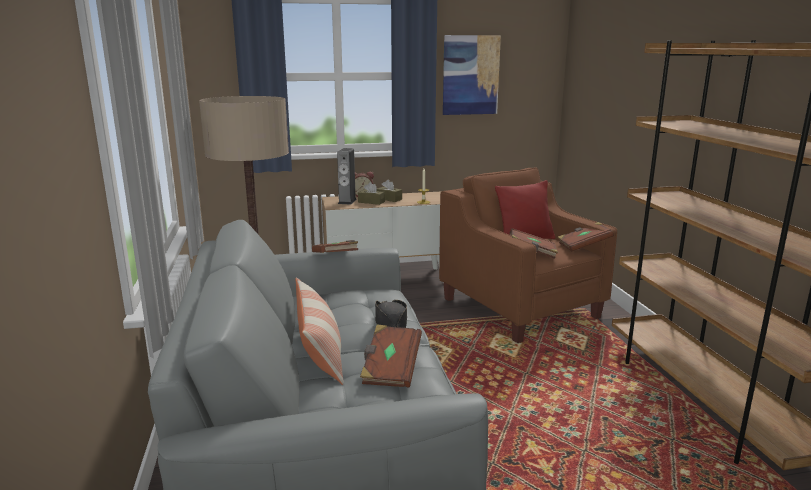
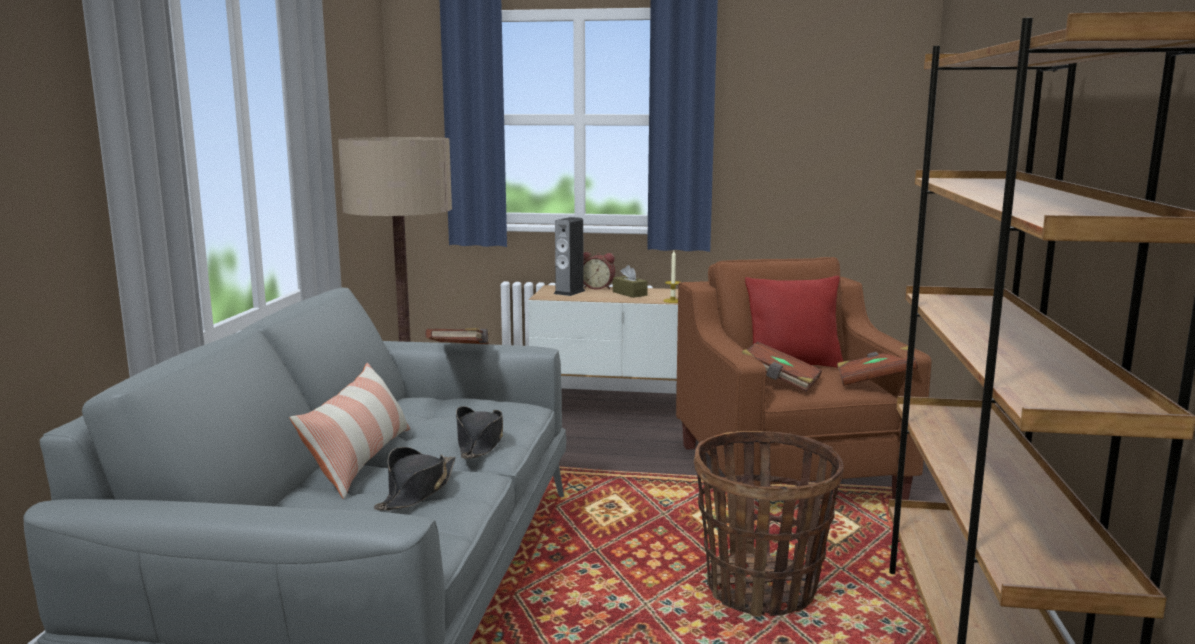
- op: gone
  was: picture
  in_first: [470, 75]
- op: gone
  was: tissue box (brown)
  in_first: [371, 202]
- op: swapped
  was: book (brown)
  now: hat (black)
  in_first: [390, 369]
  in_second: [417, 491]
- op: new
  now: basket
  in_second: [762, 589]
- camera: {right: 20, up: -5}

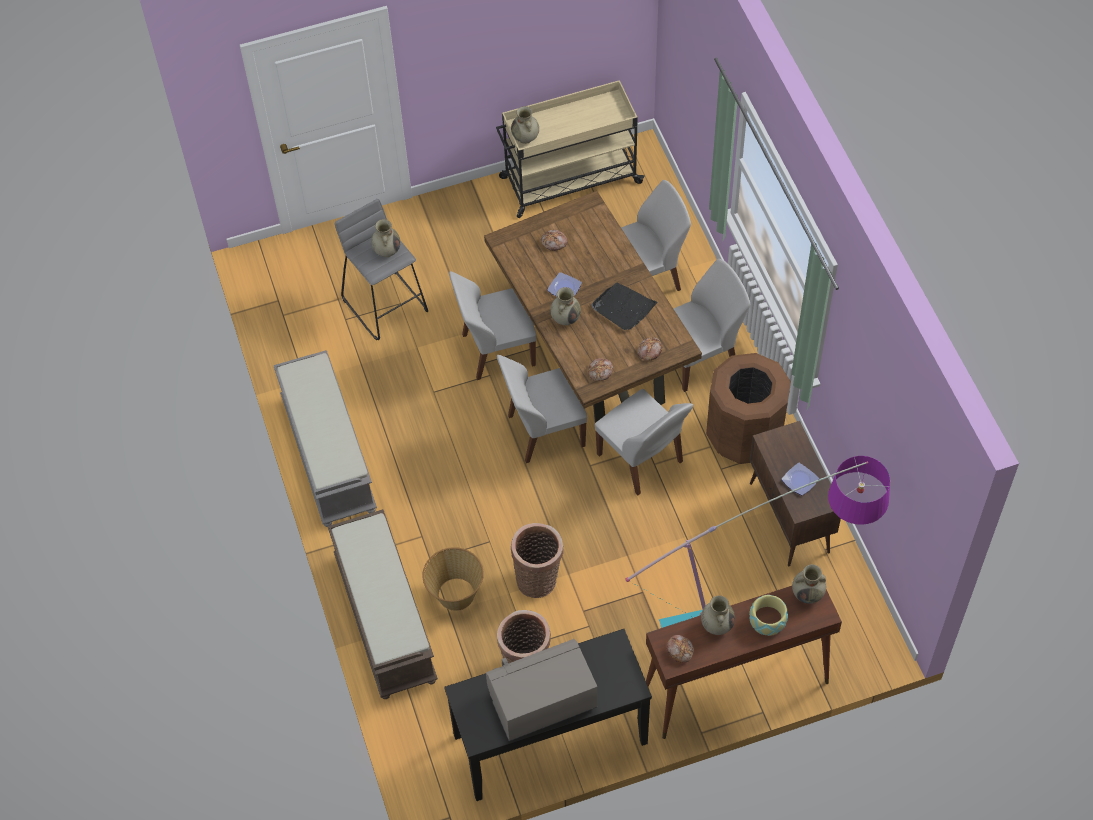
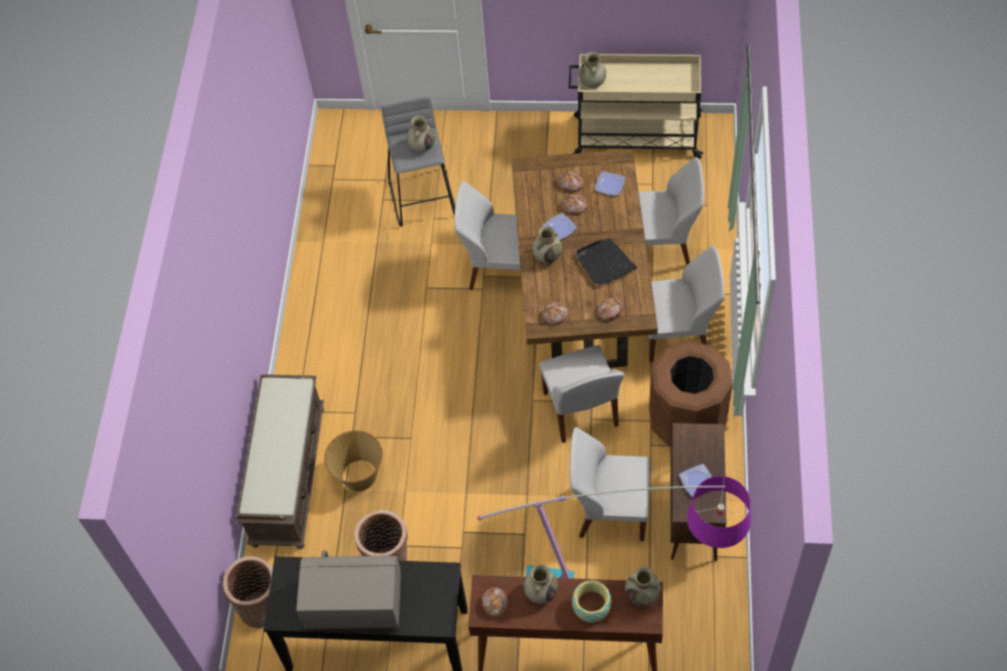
- op: gone
  was: bench (grey)
  in_first: [327, 455]
- op: shifted
  was: chair (white)
  in_first: [543, 431]
  in_second: [609, 511]
- op: shifted
  was: basket
  in_first: [538, 578]
  in_second: [262, 608]
- op: new
  now: plate
  in_second: [609, 185]
- op: new
  now: bread
  in_second: [574, 207]
- camera: {right: 25, up: 0}

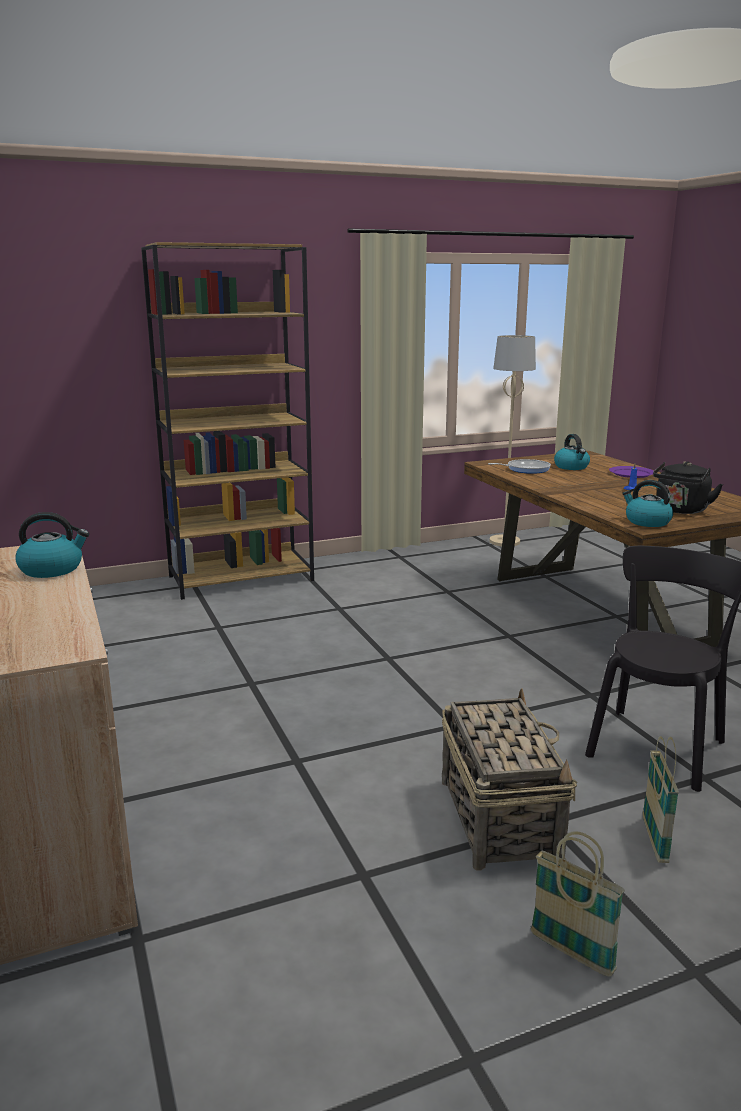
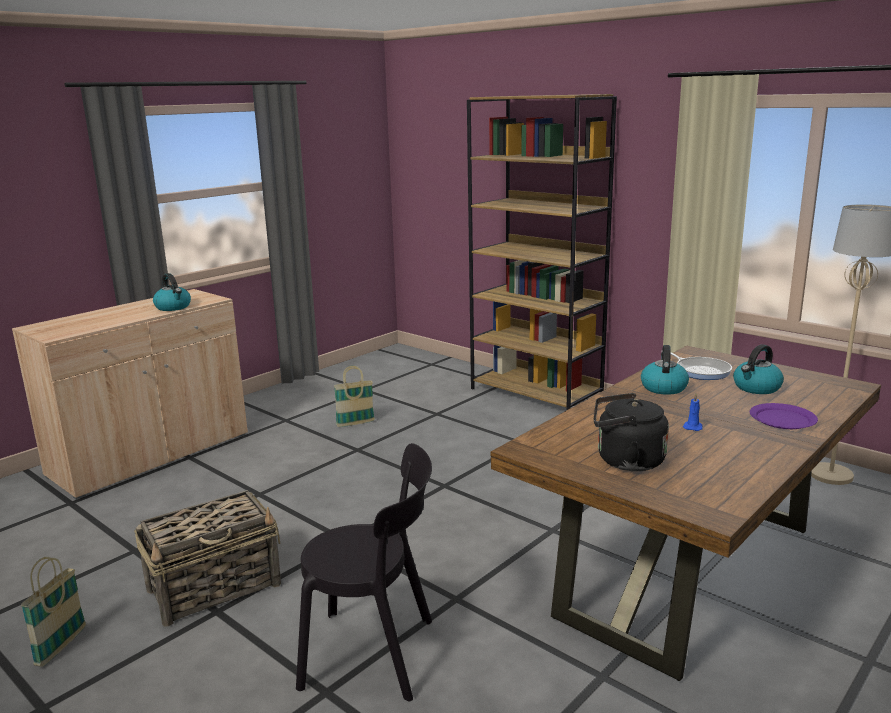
- op: shifted
  was: kettle
  in_first: [646, 522]
  in_second: [663, 387]
- op: shifted
  was: basket
  in_first: [654, 840]
  in_second: [355, 423]
- camera: {right: 65, up: 0}

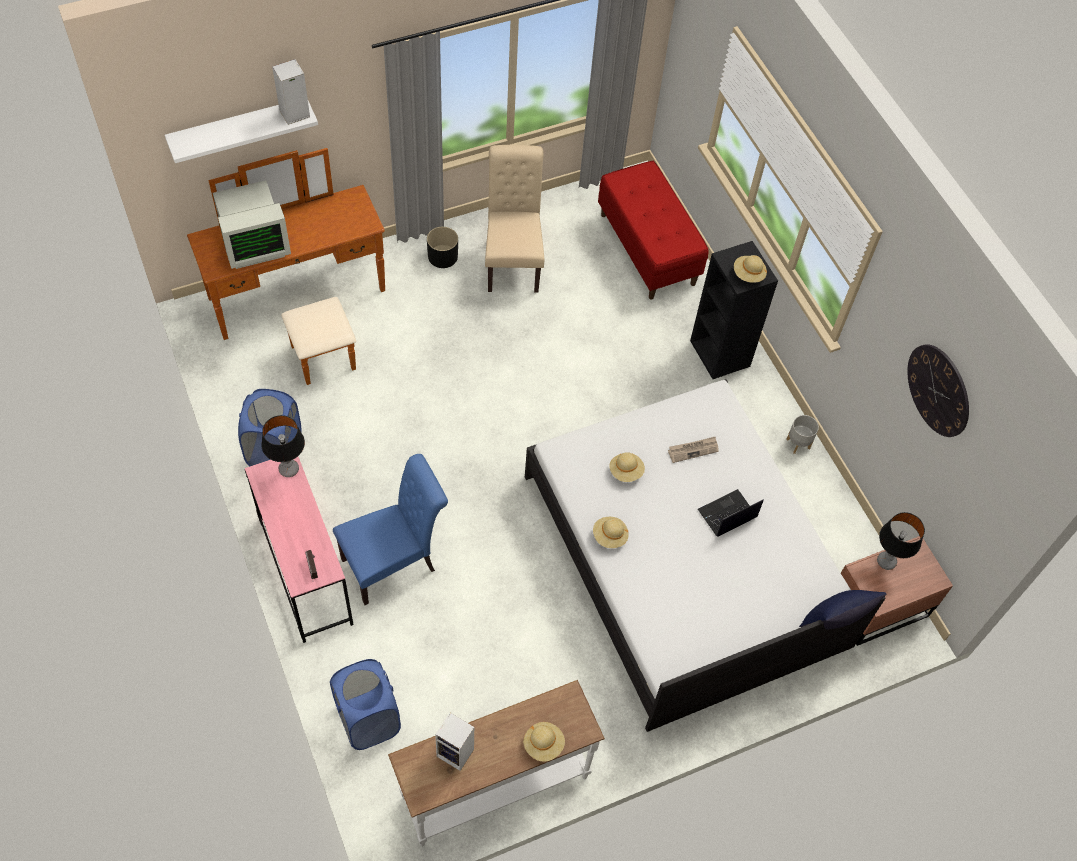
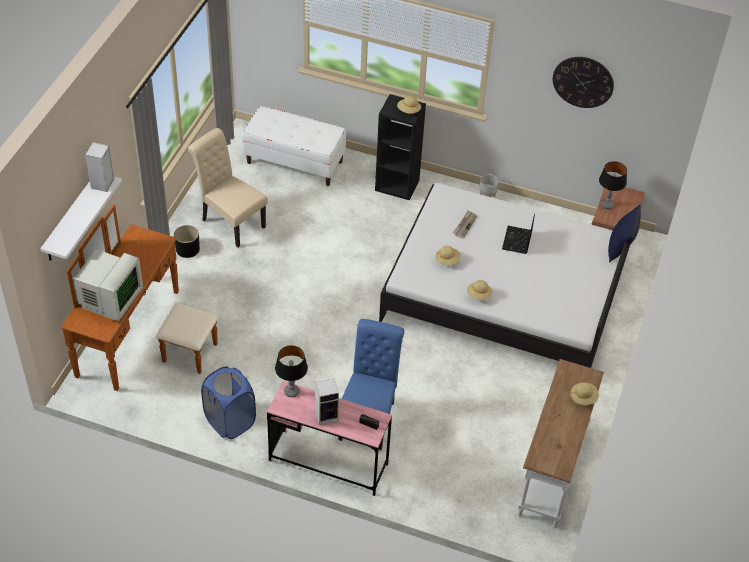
- op: repainted
  was: bench (red)
  now: bench (white)
  in_first: [648, 249]
  in_second: [295, 162]
- op: gone
  was: laundry basket (blue)
  in_first: [368, 719]
- op: shifted
  was: speaker
  in_first: [456, 753]
  in_second: [327, 415]
- camera: {right: -45, up: -10}

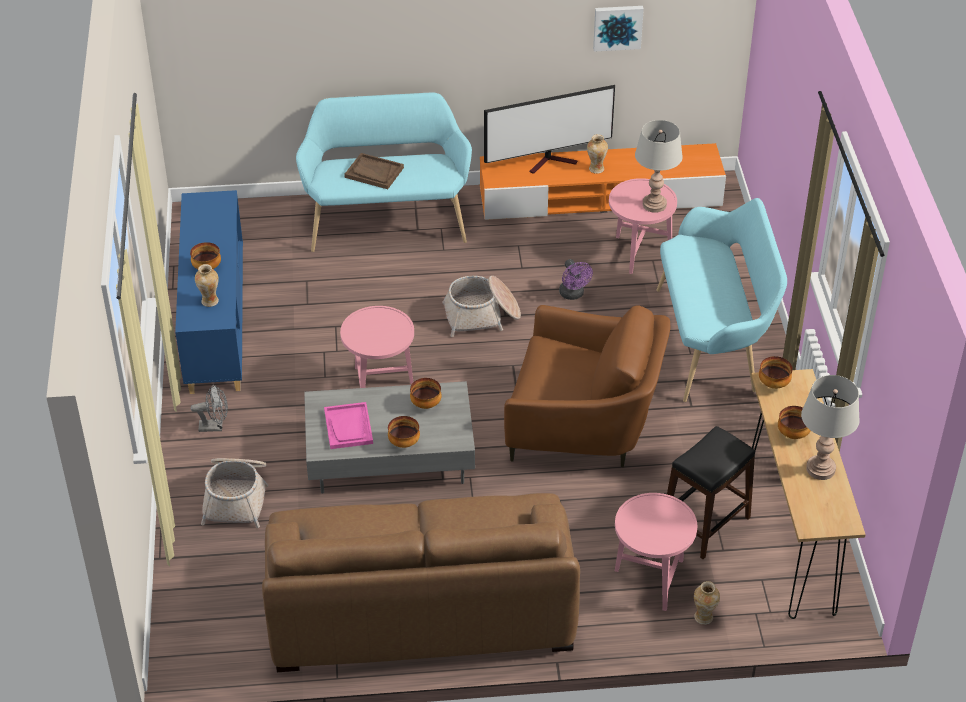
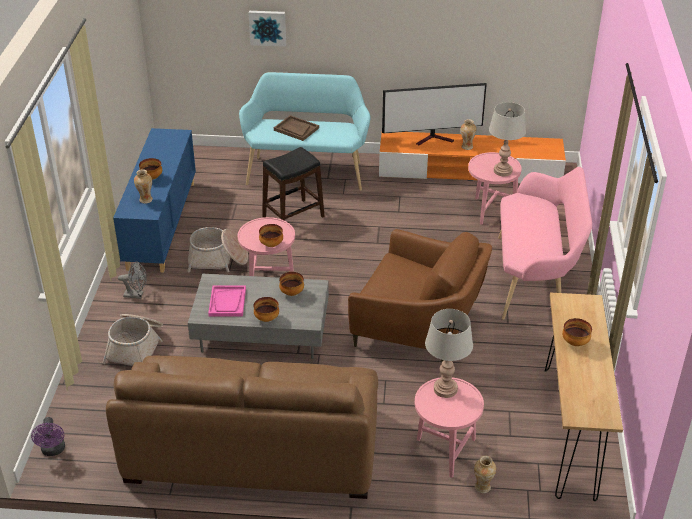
- op: shifted
  was: picture
  in_first: [617, 27]
  in_second: [267, 27]
- op: repainted
  was: bench (turquoise)
  now: bench (pink)
  in_first: [713, 341]
  in_second: [535, 278]
- op: shifted
  was: fan (purple)
  in_first: [573, 295]
  in_second: [53, 451]
- op: shifted
  was: basket
  in_first: [482, 316]
  in_second: [218, 260]
- op: shifted
  was: bowl
  in_first: [773, 384]
  in_second: [271, 244]
- op: shifted
  was: table lamp (grey)
  in_first: [820, 469]
  in_second: [445, 389]
- op: shifted
  was: stool (black)
  in_first: [704, 524]
  in_second: [293, 216]
- camera: {right: 10, up: -5}

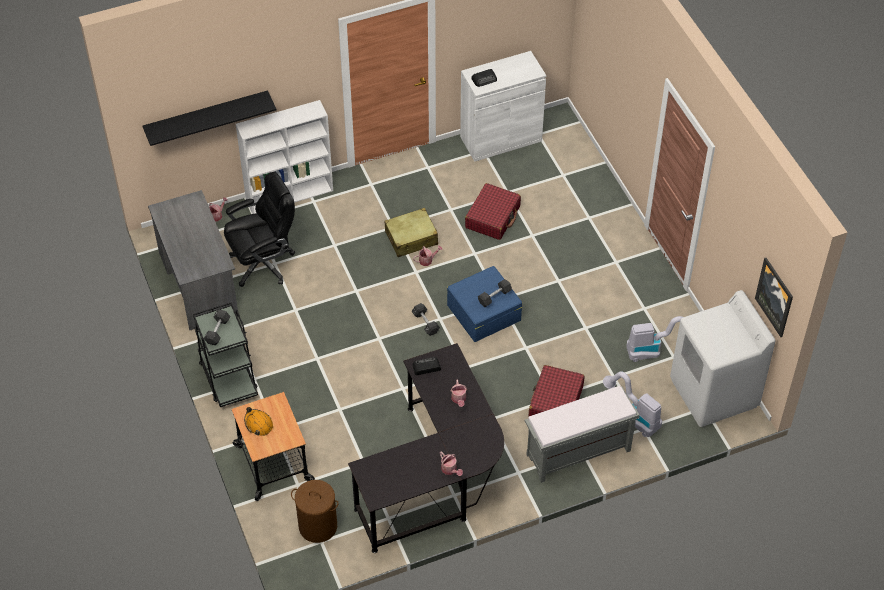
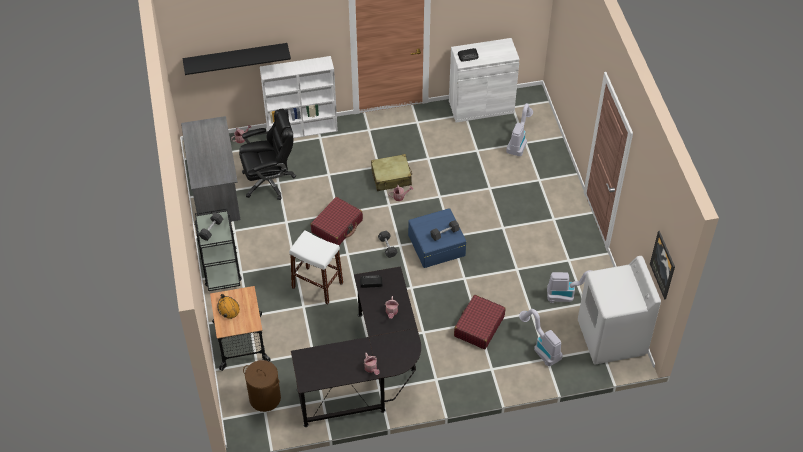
- op: shifted
  was: suitcase (red)
  in_first: [493, 217]
  in_second: [337, 226]
- op: gone
  was: bench (grey)
  in_first: [577, 453]
- op: new
  now: vacuum cleaner
  in_second: [519, 141]
- op: new
  now: stool (white)
  in_second: [317, 285]
- camera: {right: 10, up: 0}

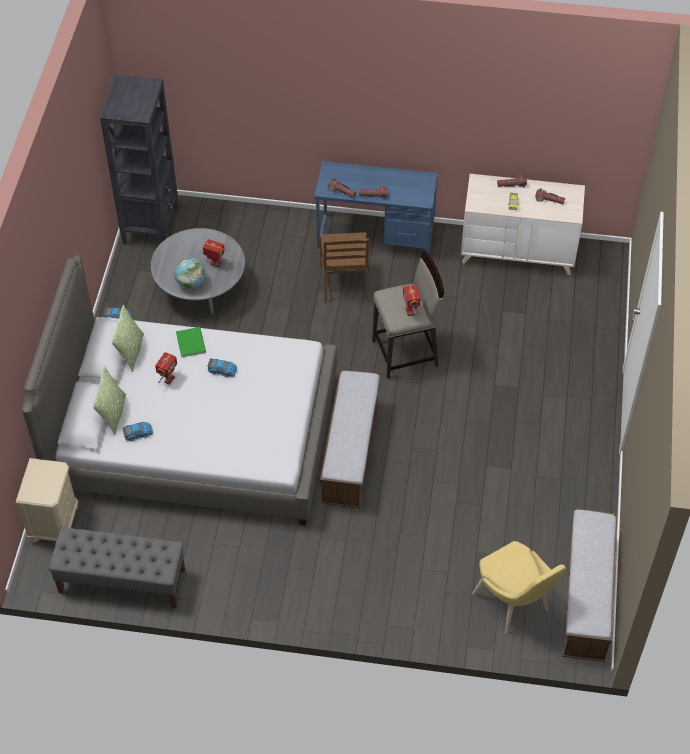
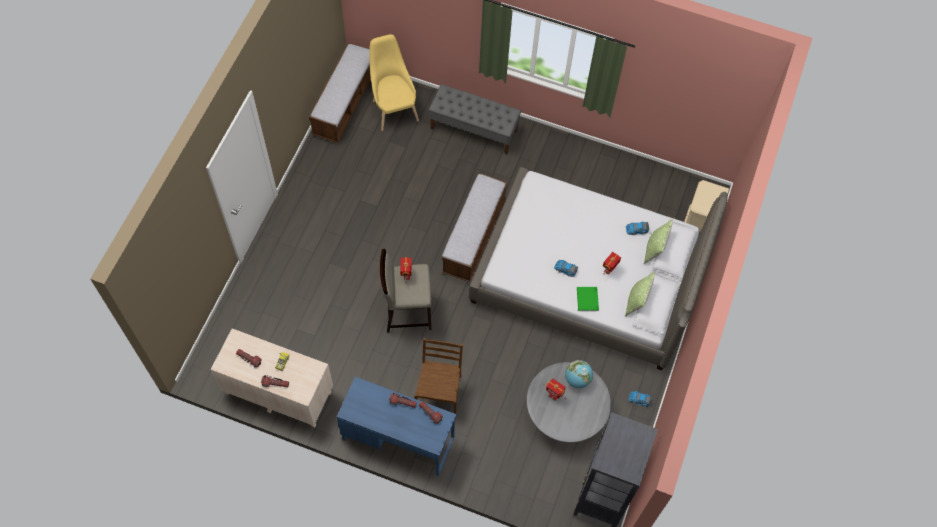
- op: shifted
  was: bench (grey)
  in_first: [121, 581]
  in_second: [474, 129]
- camera: {right: -170, up: 10}

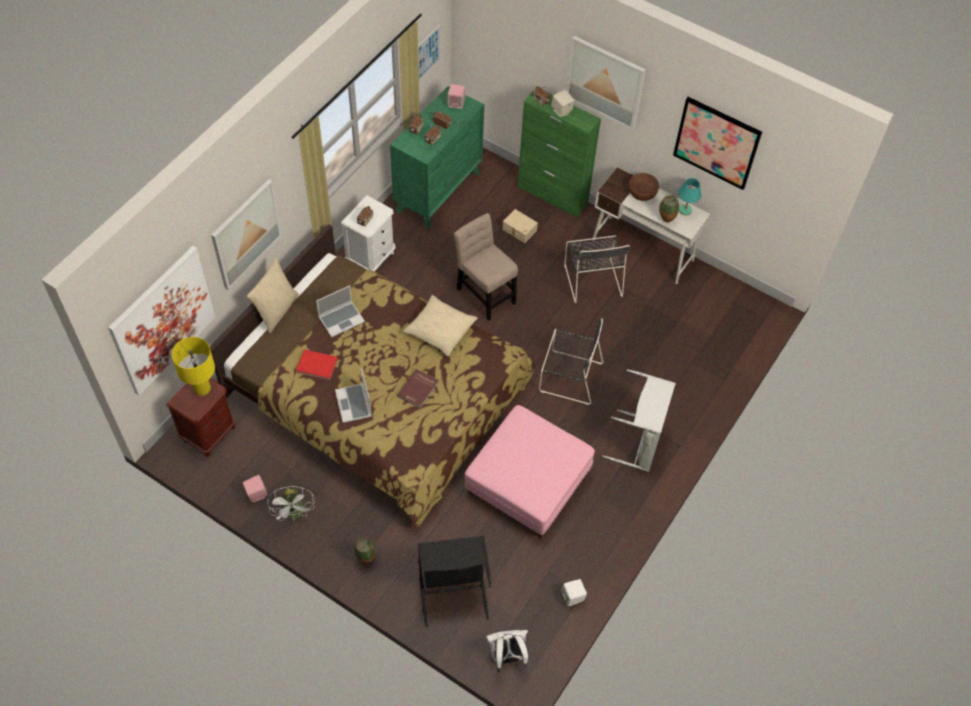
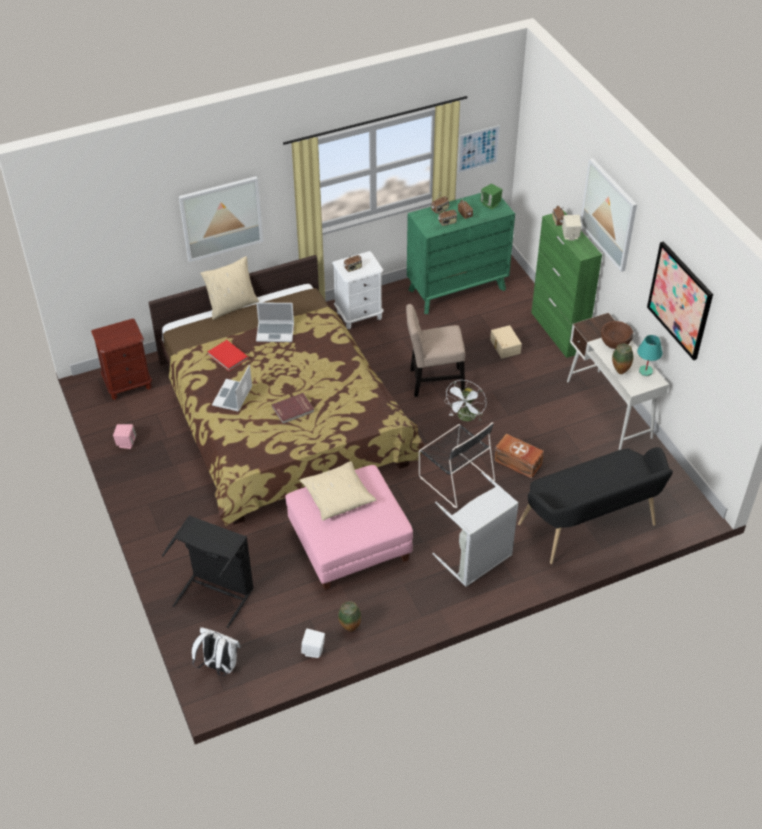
- op: repainted
  was: speaker (pink)
  now: speaker (green)
  in_first: [456, 103]
  in_second: [490, 204]
- op: rotated
  was: chair (beige)
  in_first: [484, 293]
  in_second: [433, 381]
  clockwise: -90
- op: gone
  was: chair (black)
  in_first: [592, 279]
- op: gone
  was: picture
  in_first: [163, 320]
- op: shifted
  was: pillow (beige)
  in_first: [440, 330]
  in_second: [337, 496]
- op: gone
  was: table lamp (yellow)
  in_first: [202, 389]
- op: shifted
  was: fan (white)
  in_first: [295, 514]
  in_second: [466, 418]
- op: shifted
  was: vase
  in_first: [366, 559]
  in_second: [349, 628]
- op: new
  now: storage box (brown)
  in_second: [518, 463]
- op: new
  now: bench (black)
  in_second: [591, 528]
- camera: {right: 35, up: -10}

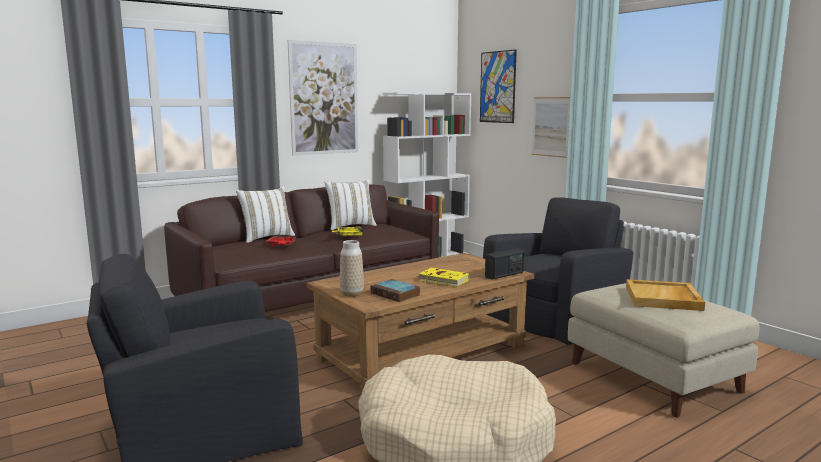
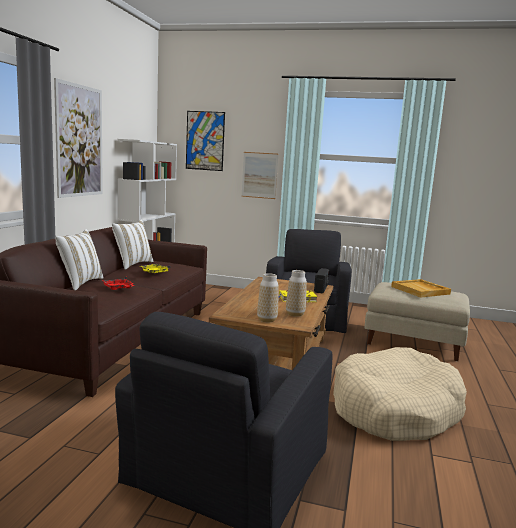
- op: swapped
  was: book
  now: vase
  in_first: [396, 294]
  in_second: [295, 314]
- camera: {right: -40, up: 0}

